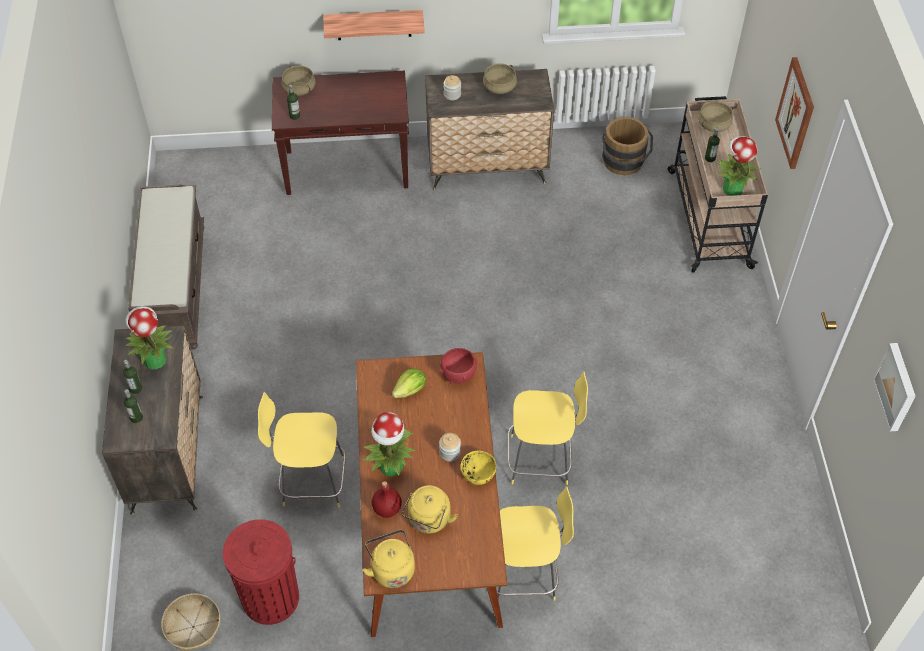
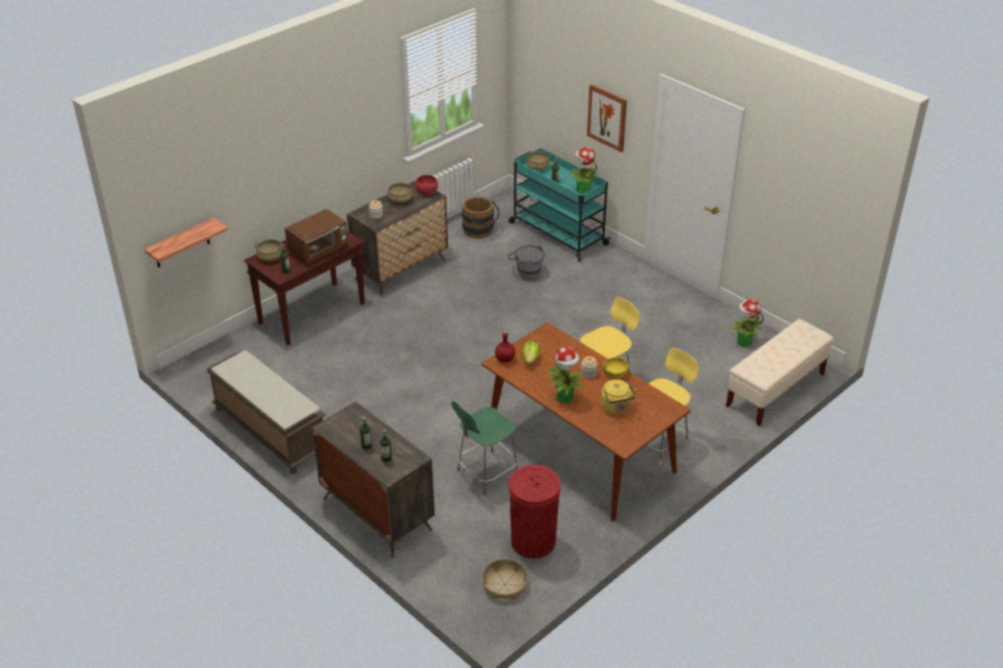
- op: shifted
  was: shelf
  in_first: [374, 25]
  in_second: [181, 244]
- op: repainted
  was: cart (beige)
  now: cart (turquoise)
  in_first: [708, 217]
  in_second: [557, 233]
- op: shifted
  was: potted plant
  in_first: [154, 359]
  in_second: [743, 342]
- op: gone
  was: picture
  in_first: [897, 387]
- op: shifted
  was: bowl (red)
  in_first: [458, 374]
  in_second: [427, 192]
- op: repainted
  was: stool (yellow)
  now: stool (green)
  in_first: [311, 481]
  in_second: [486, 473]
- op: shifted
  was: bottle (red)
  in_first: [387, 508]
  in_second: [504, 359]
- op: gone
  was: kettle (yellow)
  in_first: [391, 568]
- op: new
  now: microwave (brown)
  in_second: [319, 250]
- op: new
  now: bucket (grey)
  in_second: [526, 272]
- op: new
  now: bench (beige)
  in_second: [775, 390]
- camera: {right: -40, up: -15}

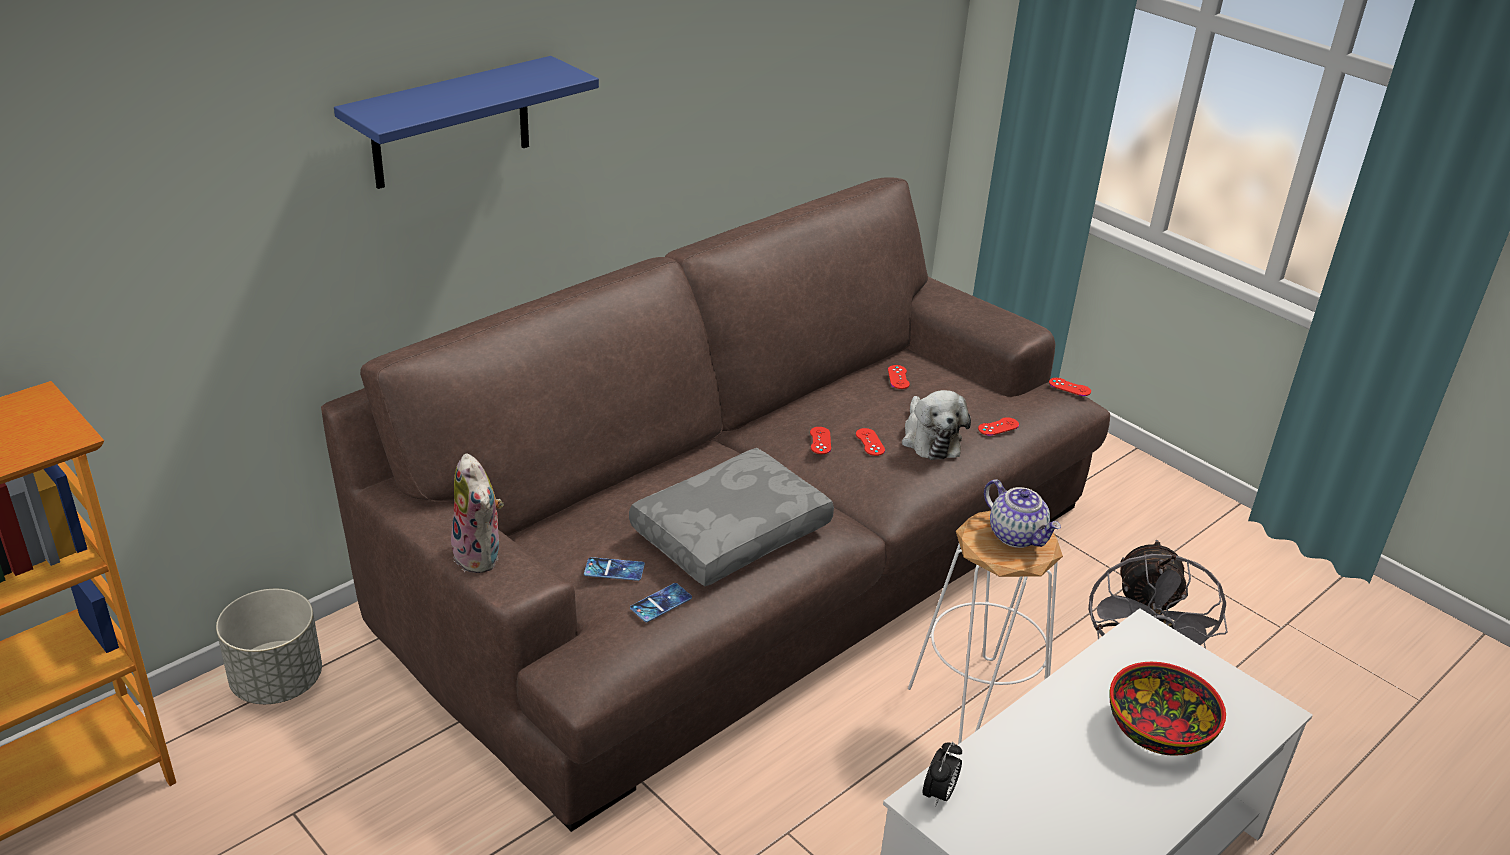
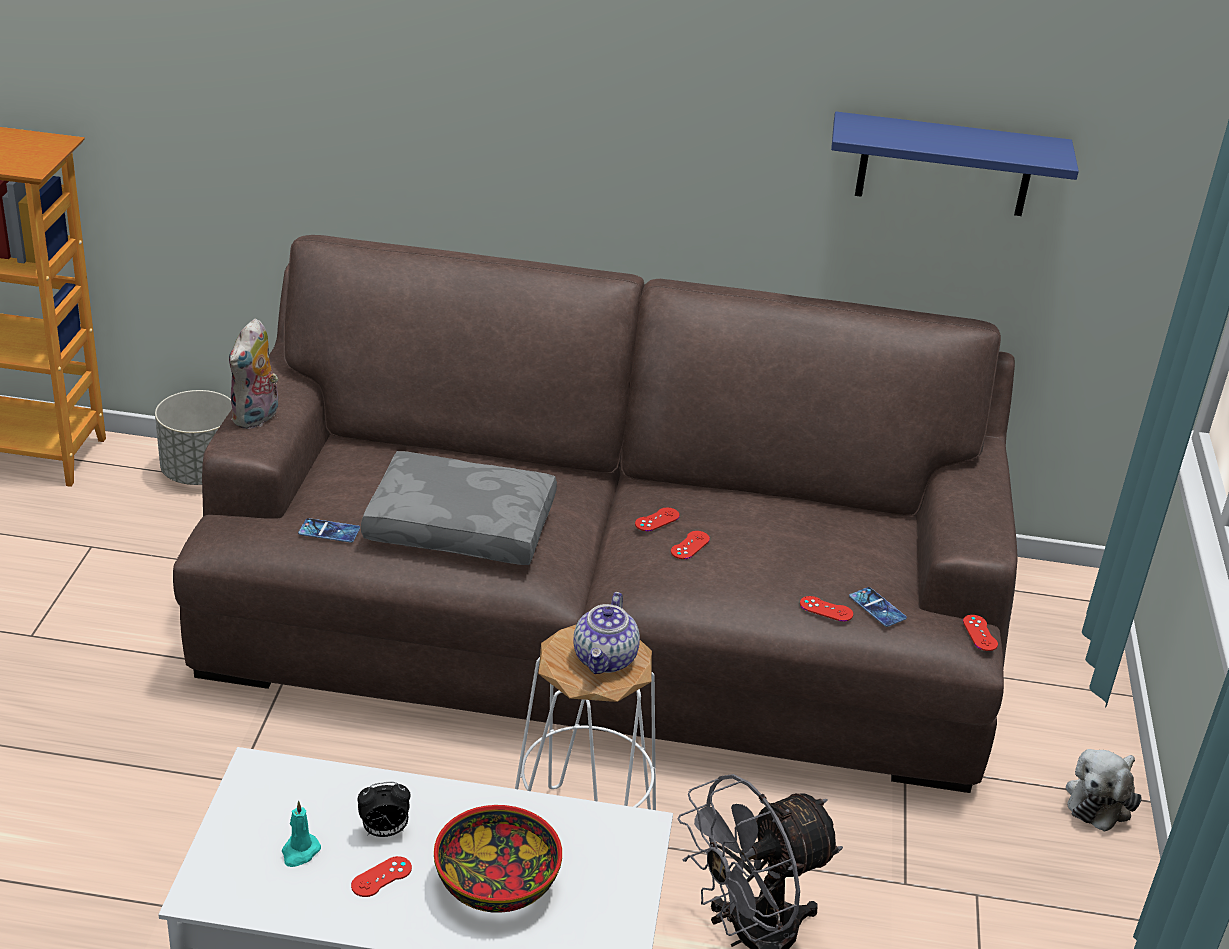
- op: shifted
  was: shelf (blue)
  in_first: [451, 123]
  in_second: [945, 165]
- op: shifted
  was: game controller (red)
  in_first: [898, 377]
  in_second: [381, 877]
- op: shifted
  was: plush toy
  in_first: [930, 439]
  in_second: [1101, 800]
- op: shifted
  was: phone
  in_first: [614, 569]
  in_second: [877, 607]
- op: shifted
  was: alarm clock
  in_first: [939, 794]
  in_second: [384, 832]
- op: new
  now: candle (turquoise)
  in_second: [300, 852]
- camera: {right: 50, up: 0}

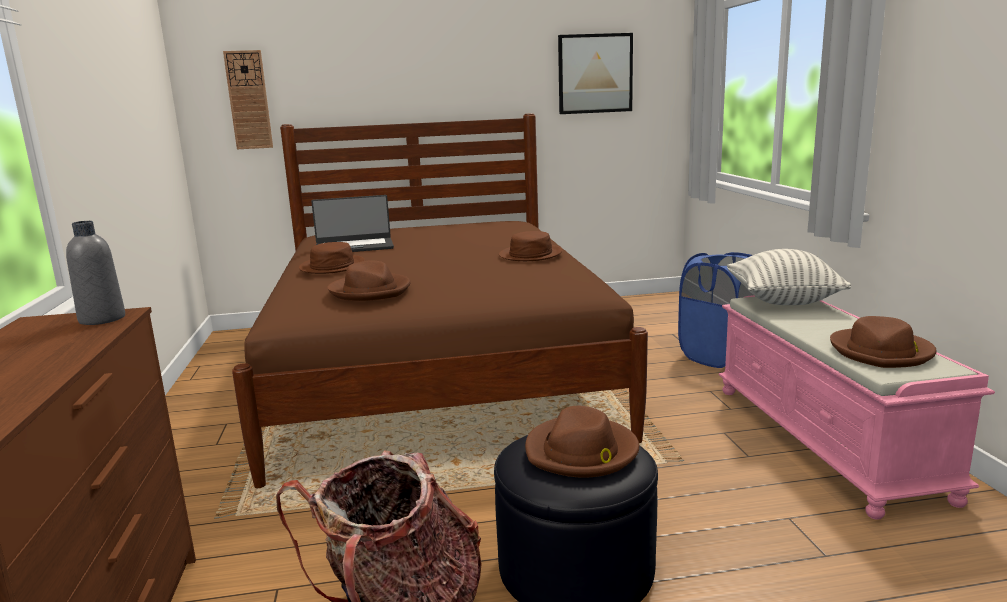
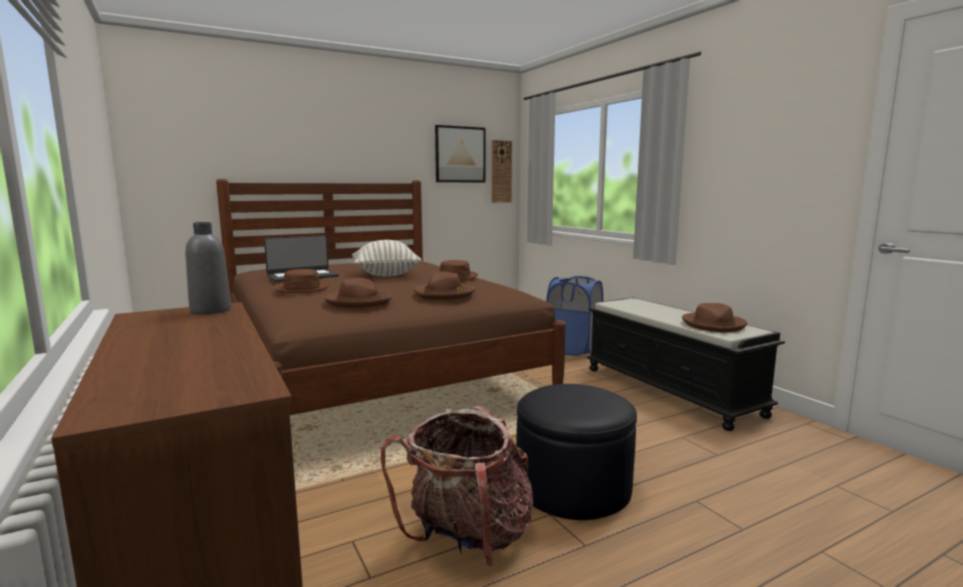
- op: shifted
  was: wall clock
  in_first: [248, 100]
  in_second: [501, 171]
- op: shifted
  was: pillow
  in_first: [783, 301]
  in_second: [386, 275]
- op: repainted
  was: bench (pink)
  now: bench (black)
  in_first: [826, 440]
  in_second: [671, 391]
- op: shifted
  was: hat (brown)
  in_first: [581, 452]
  in_second: [444, 294]
- camera: {right: -20, up: -5}

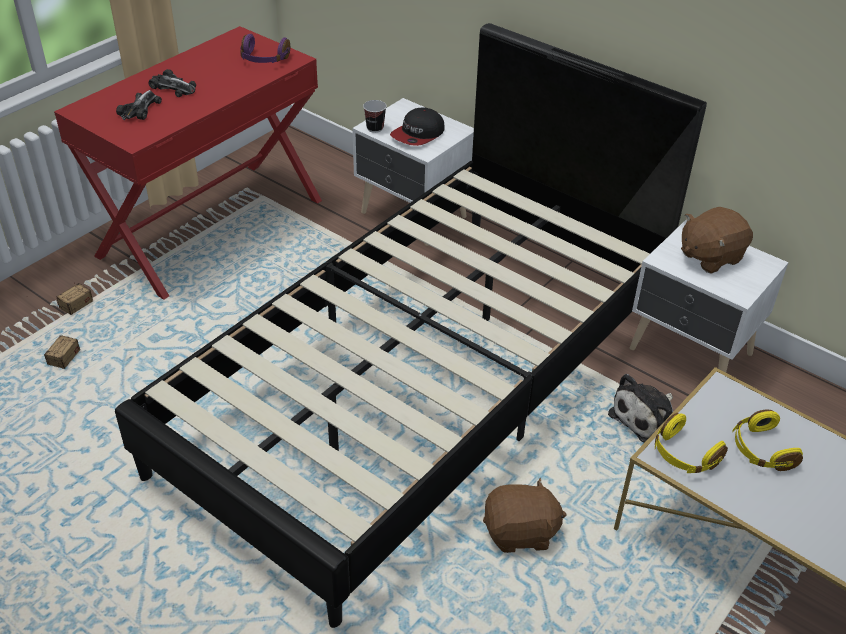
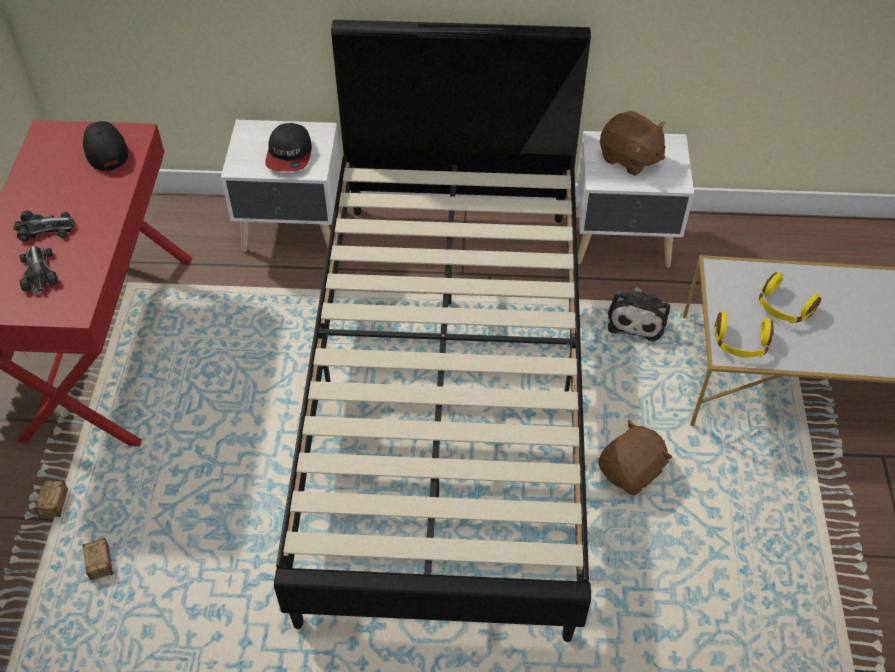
- op: swapped
  was: headphones (purple)
  now: cap (black)
  in_first: [264, 59]
  in_second: [105, 149]
- op: gone
  was: cup
  in_first: [375, 128]
- op: rotated
  was: plush toy (brown)
  in_first: [710, 256]
  in_second: [629, 158]
  clockwise: -75
- camera: {right: -35, up: 10}

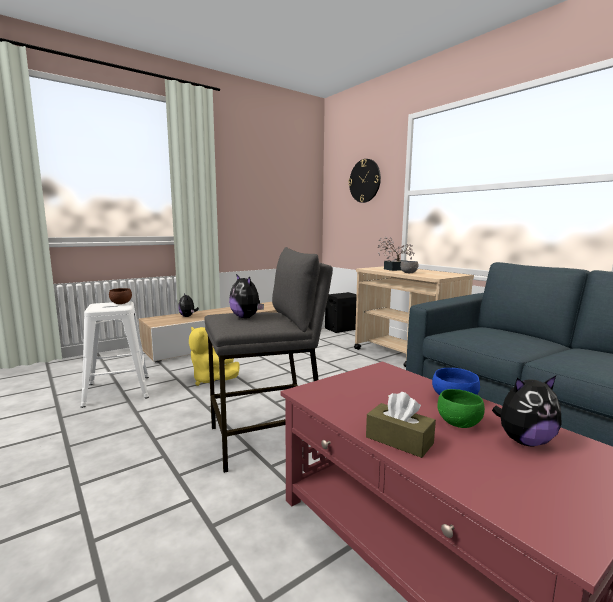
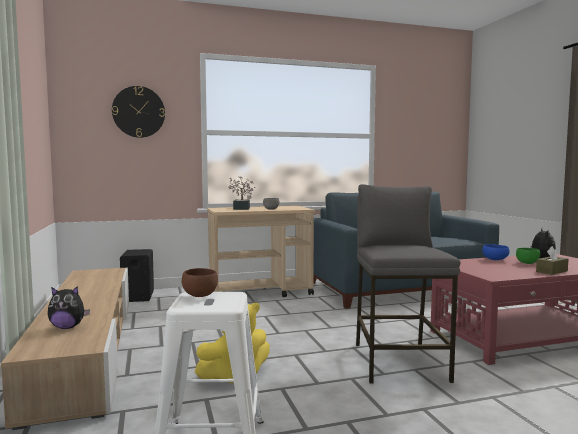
- op: gone
  was: plush toy
  in_first: [246, 317]
- camera: {right: -70, up: -5}

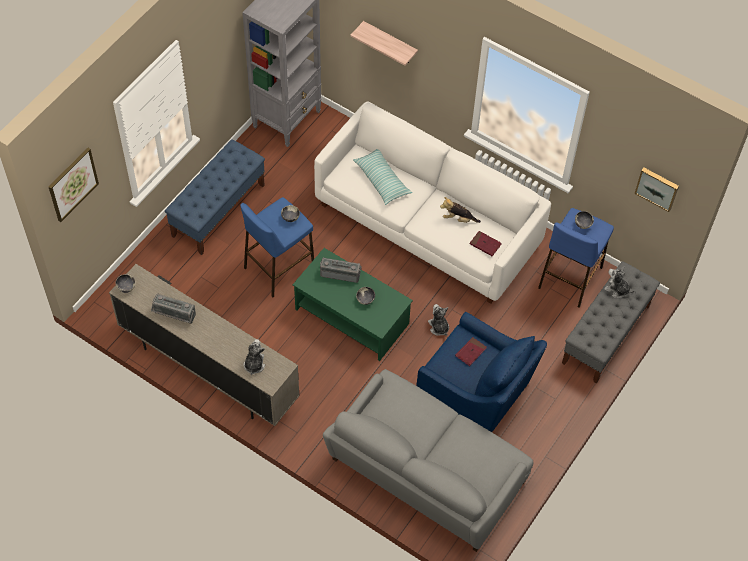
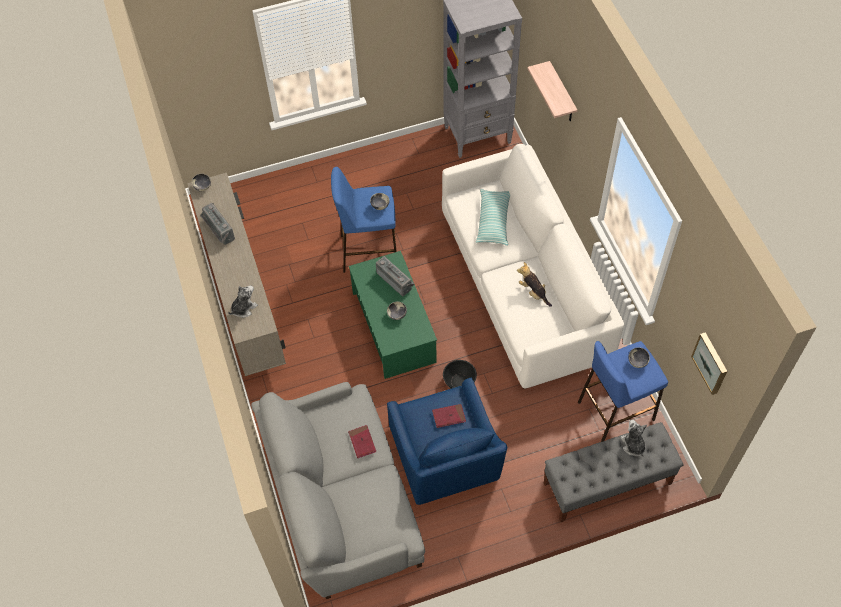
- op: gone
  was: bench (blue)
  in_first: [218, 210]
- op: gone
  was: picture
  in_first: [72, 184]
- op: shifted
  was: book (red)
  in_first: [485, 244]
  in_second: [362, 442]
- op: swapped
  was: plush toy
  now: bowl (black)
  in_first: [438, 327]
  in_second: [459, 381]
- camera: {right: 40, up: 0}

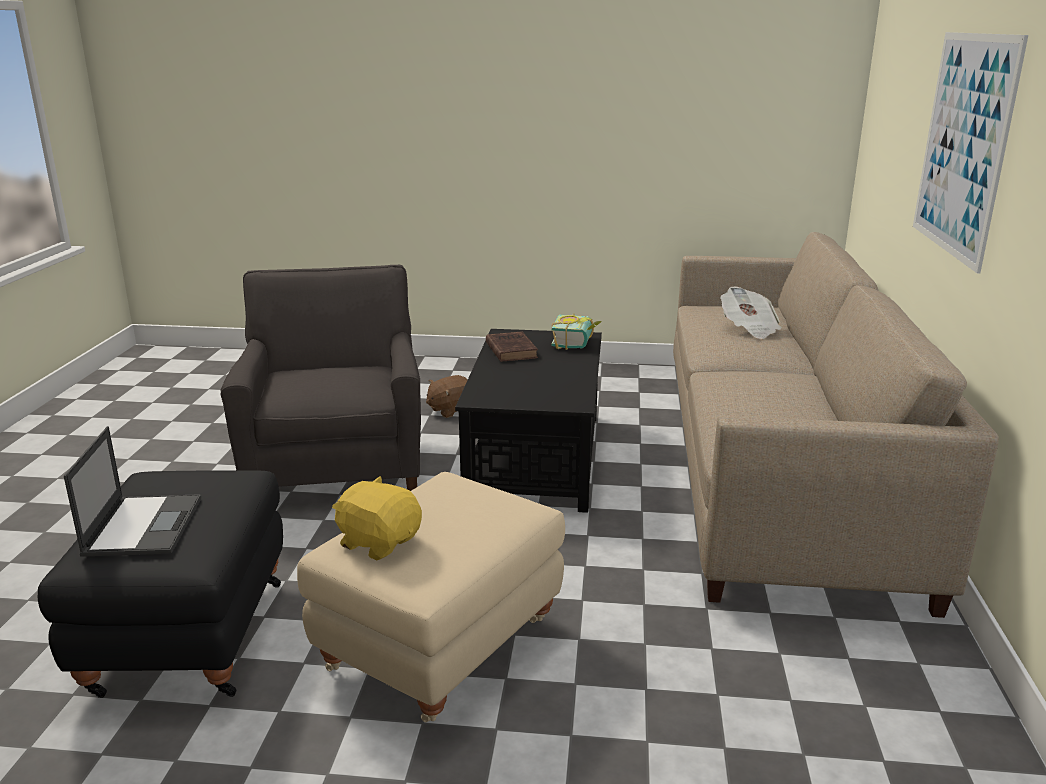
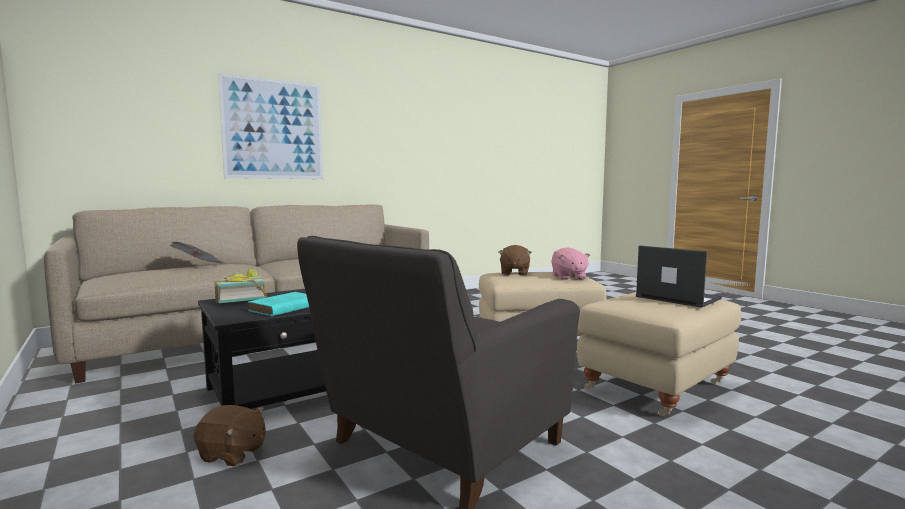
- op: repainted
  was: book (brown)
  now: book (turquoise)
  in_first: [510, 350]
  in_second: [283, 308]
- op: rotated
  was: laptop
  in_first: [144, 525]
  in_second: [676, 297]
  clockwise: 90
- op: repainted
  was: ottoman (black)
  now: ottoman (beige)
  in_first: [187, 634]
  in_second: [656, 389]
- op: repainted
  was: plush toy (yellow)
  now: plush toy (pink)
  in_first: [379, 542]
  in_second: [568, 277]
- op: new
  now: plush toy (brown)
  in_second: [514, 273]
- camera: {right: -130, up: -15}

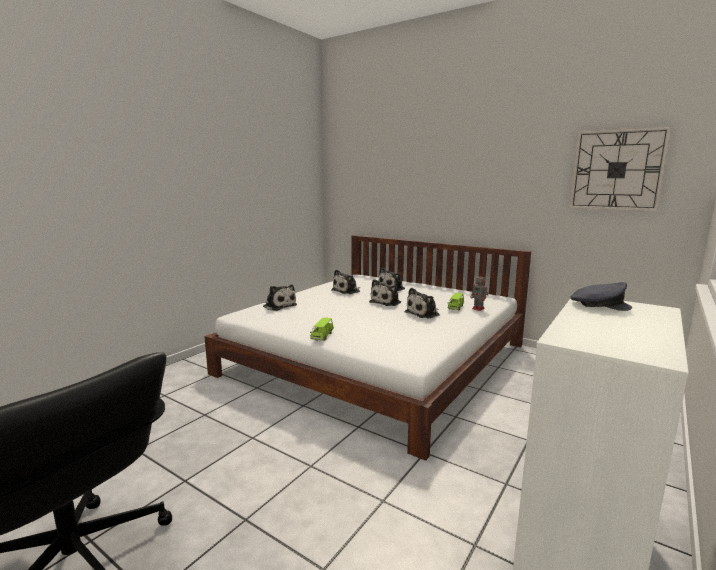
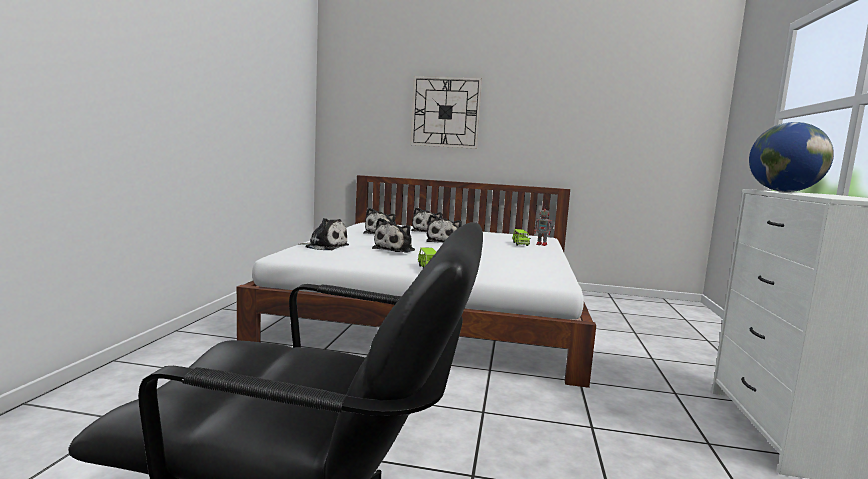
- op: shifted
  was: wall clock
  in_first: [616, 170]
  in_second: [445, 112]
- op: swapped
  was: cap (grey)
  now: globe
  in_first: [598, 305]
  in_second: [783, 191]
- op: shifted
  was: plush toy
  in_first: [424, 313]
  in_second: [395, 249]
- camera: {right: -25, up: -5}

